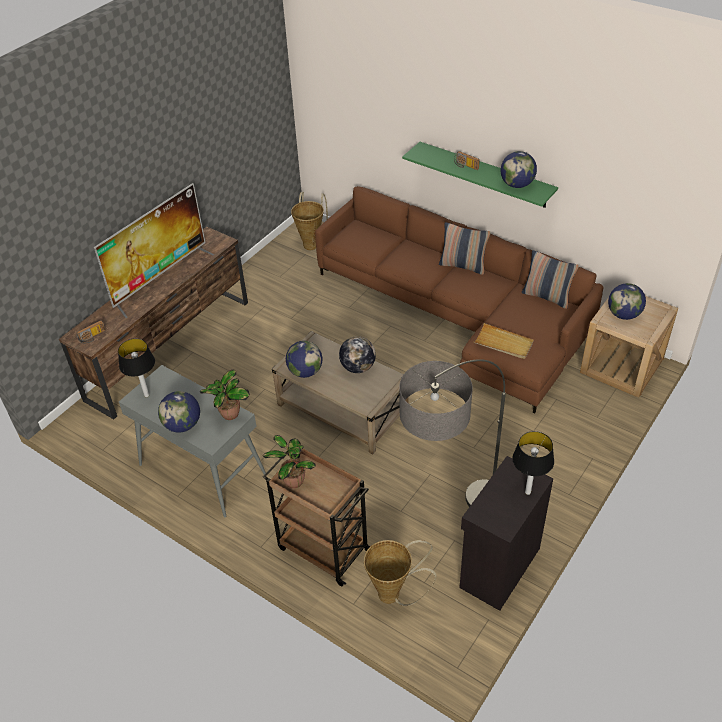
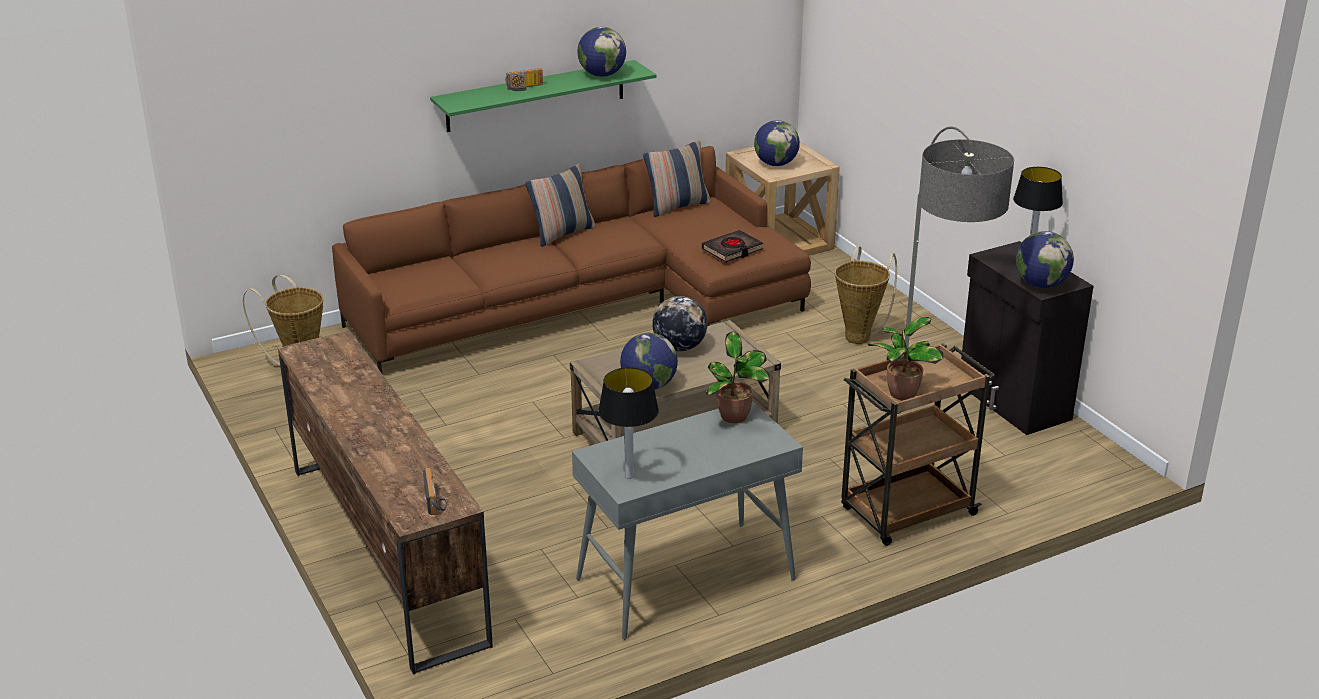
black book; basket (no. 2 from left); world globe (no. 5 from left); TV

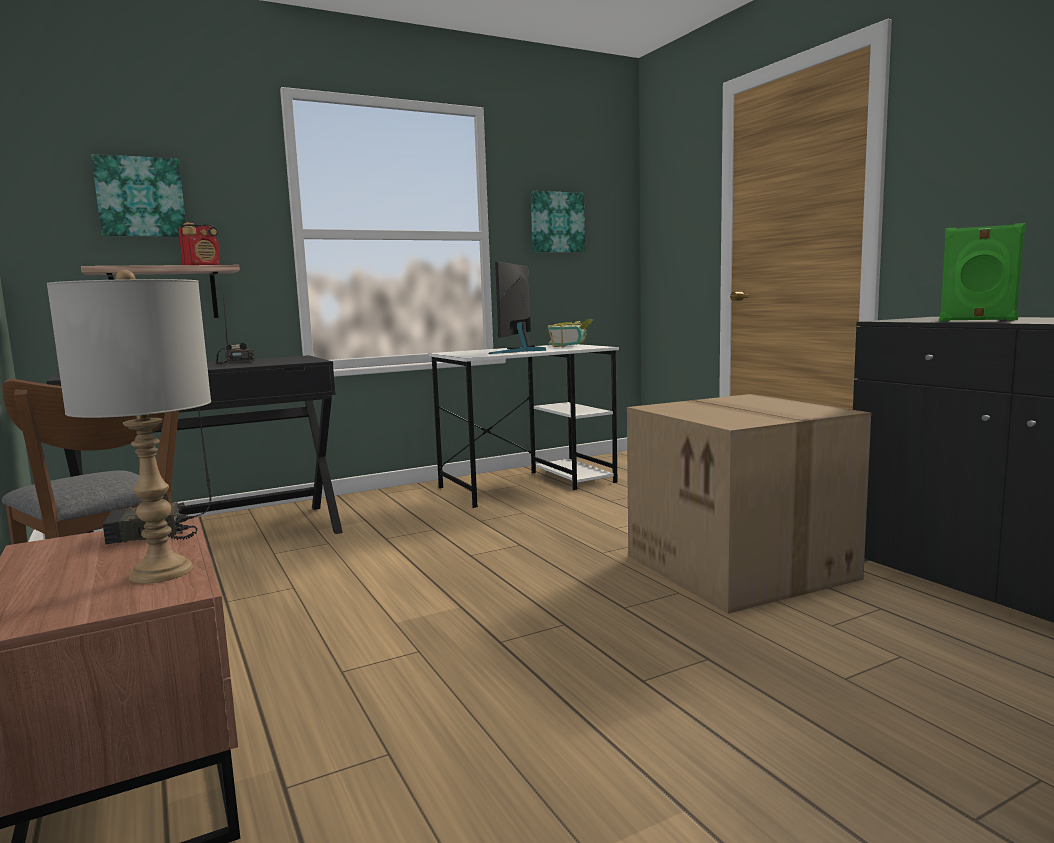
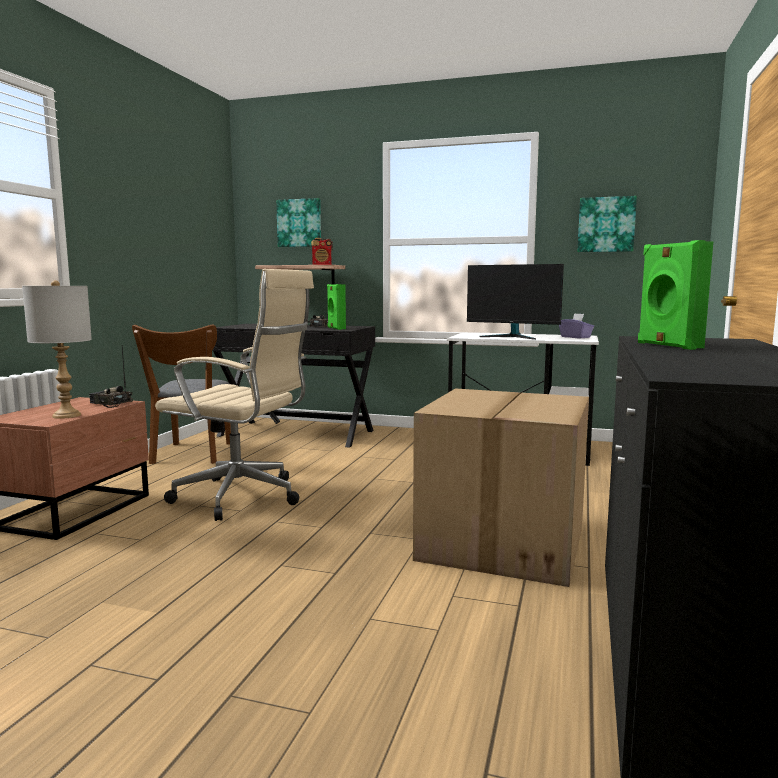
sand-coloured desk chair; green-coloured audio speaker (no. 1 from left); monitor; purple tissue box

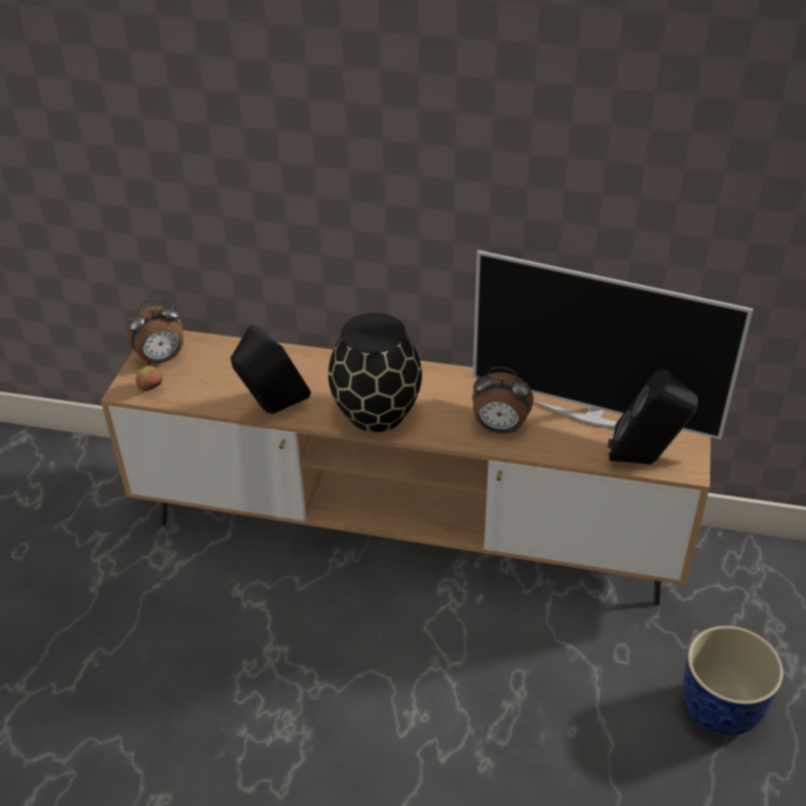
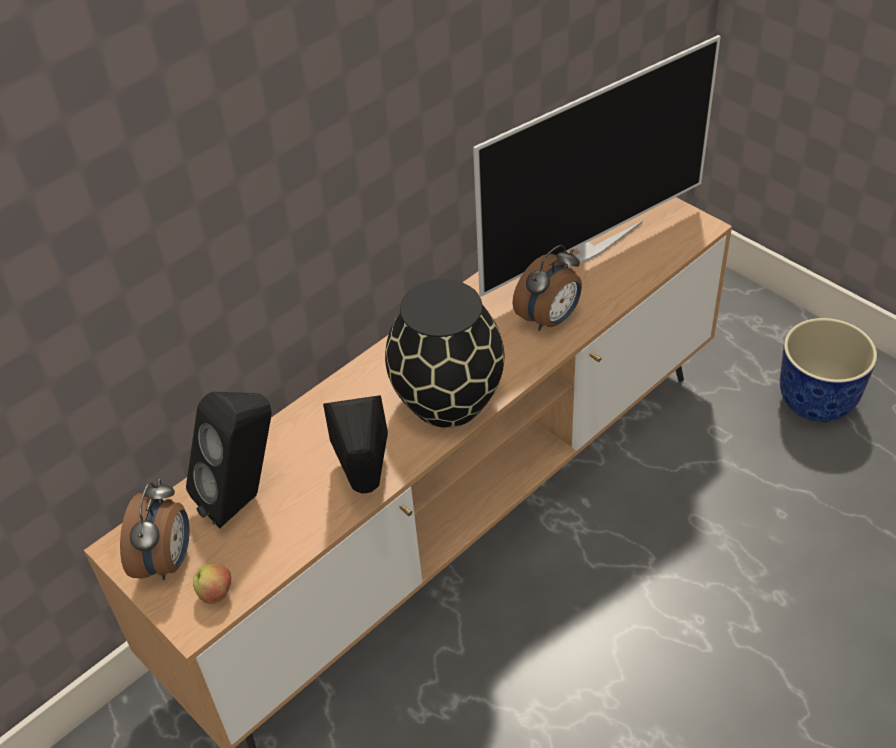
black audio speaker (no. 1 from left)

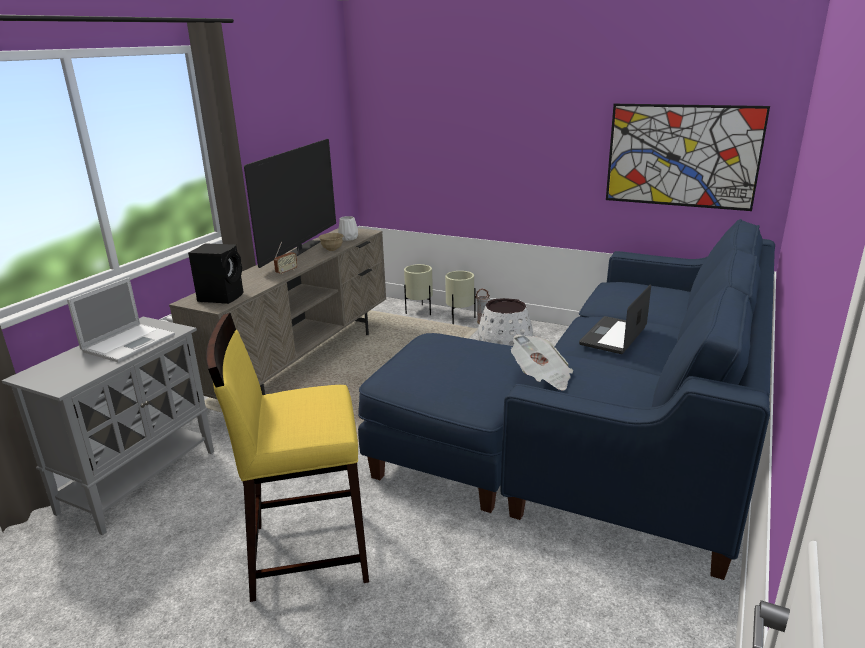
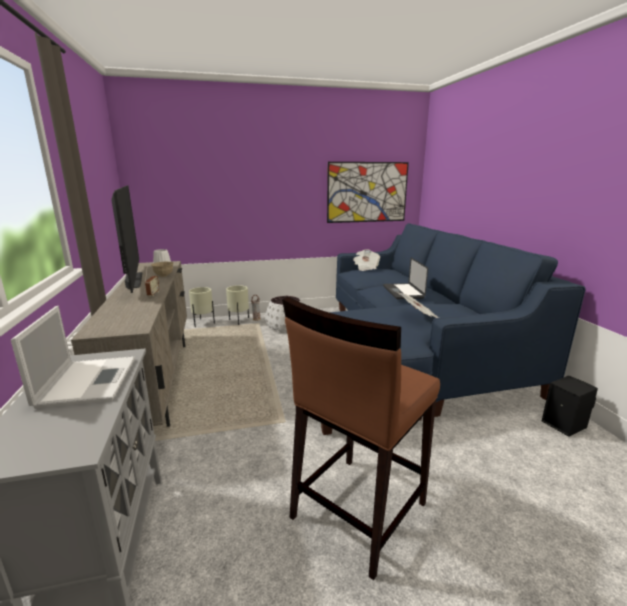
brownish stool; daily paper (no. 1 from left); black audio speaker

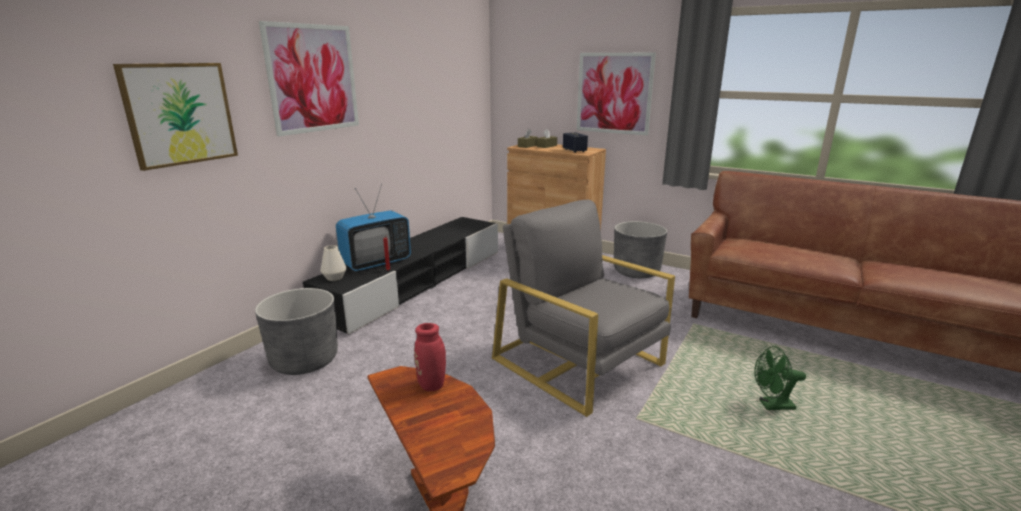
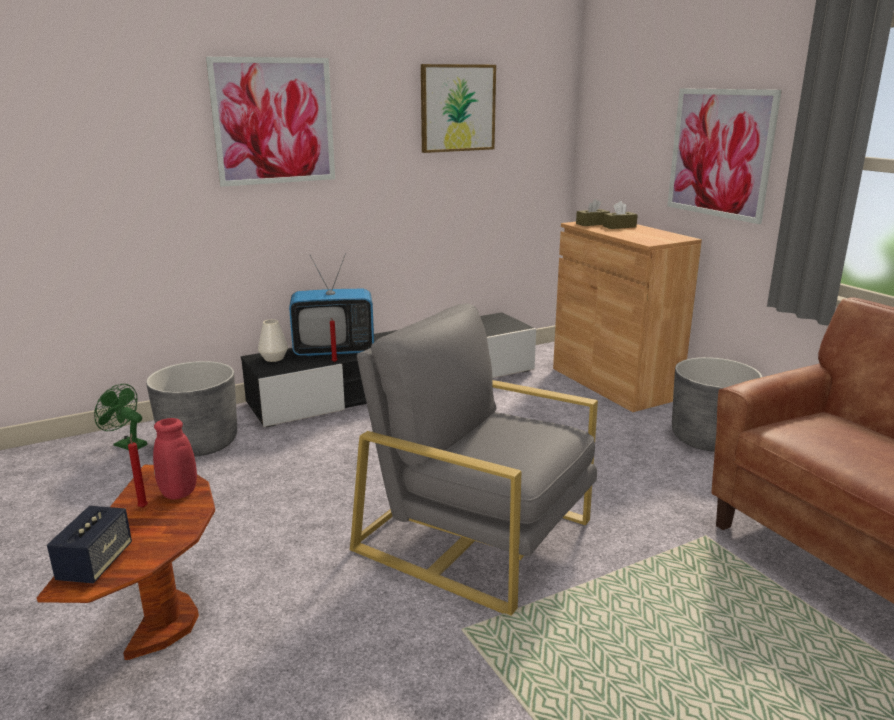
audio speaker; green-coloured cooling fan; red-coloured wax candle (no. 1 from left); gray lounge chair; picture (no. 2 from left)

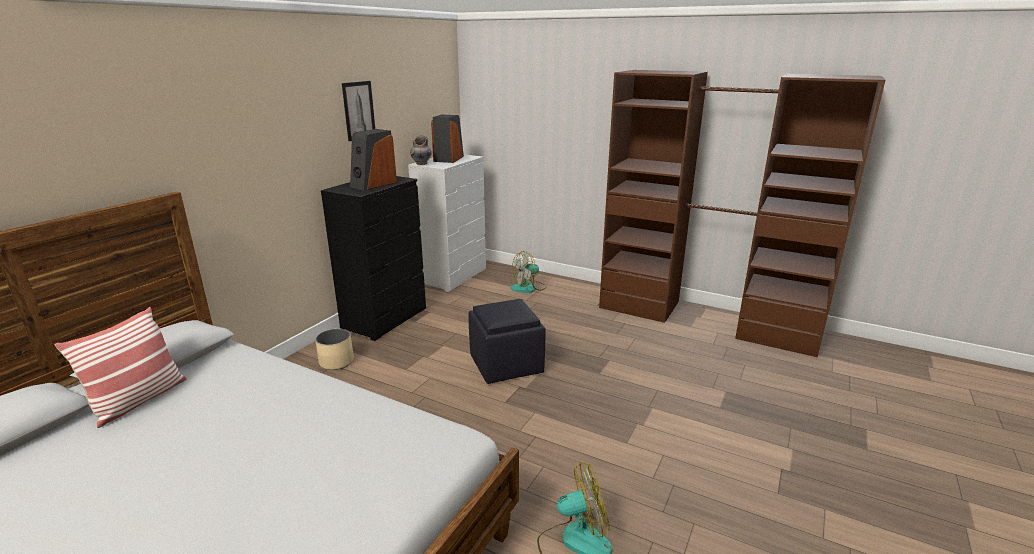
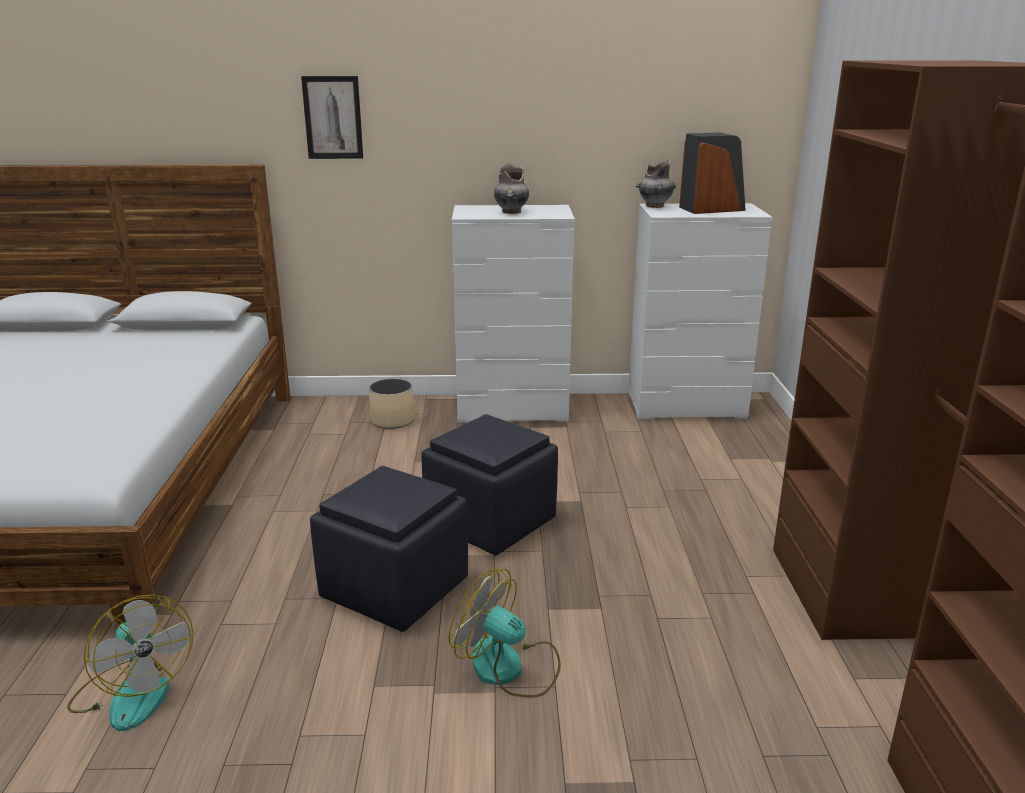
picture; black ottoman (no. 1 from left); cooling fan (no. 2 from left); whitish drawer chest (no. 1 from left); gray vase (no. 1 from left); pillow

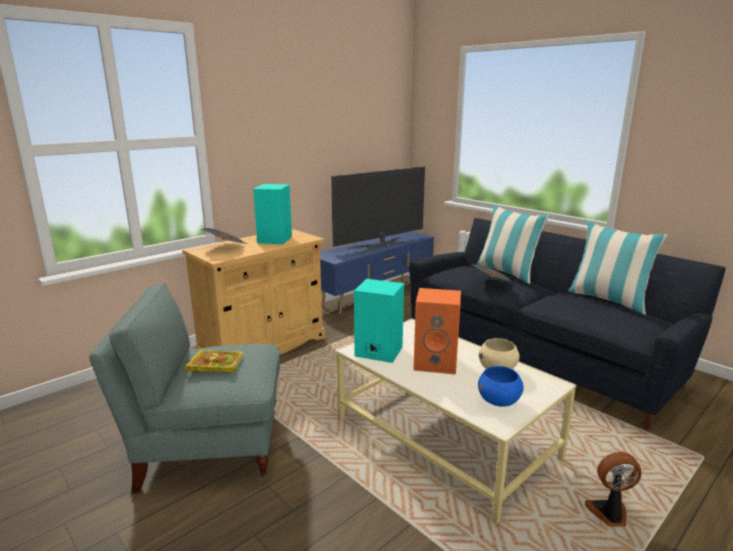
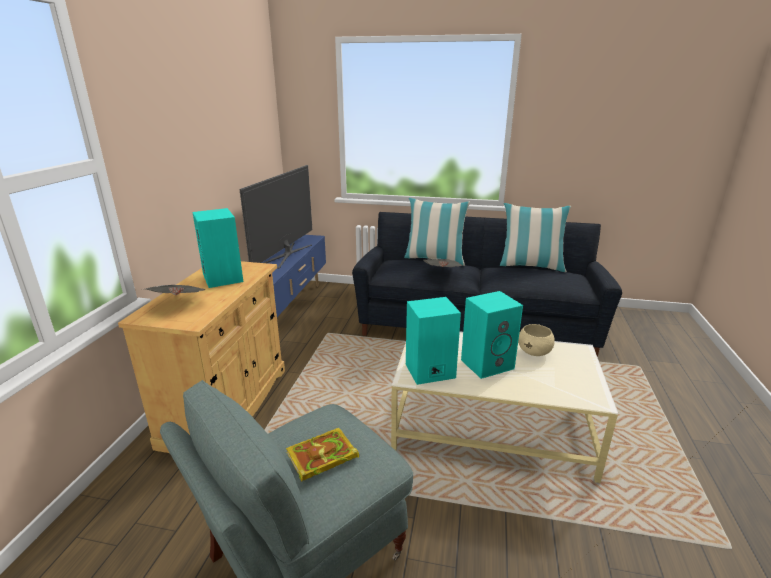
blue-green audio speaker (no. 3 from left); bluish deep dish; cooling fan

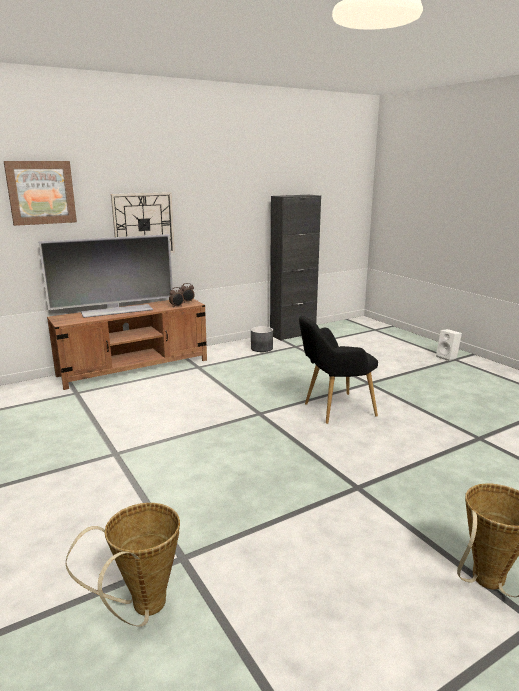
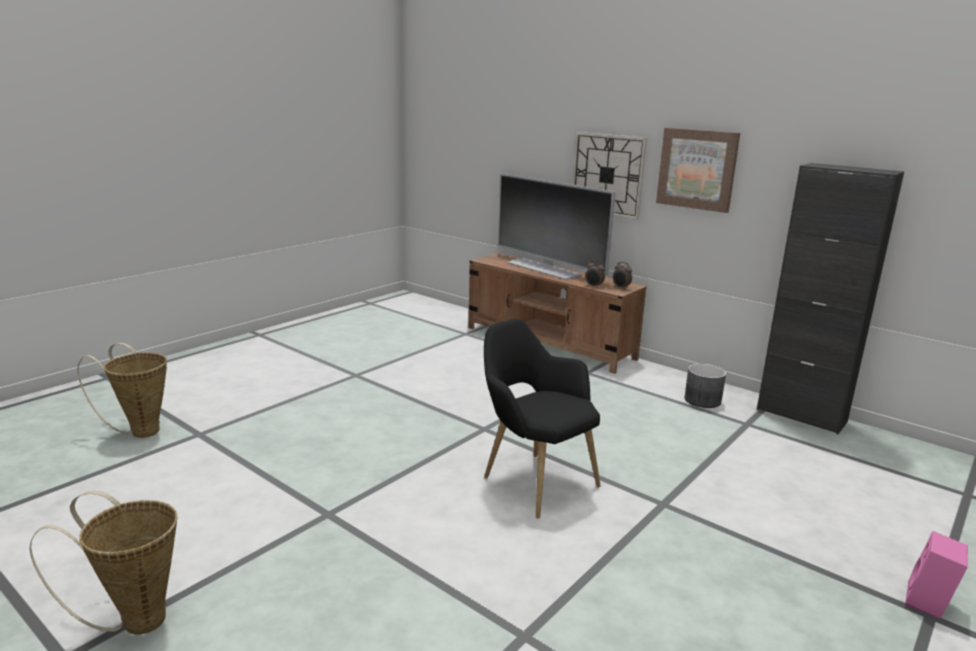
picture; pink audio speaker

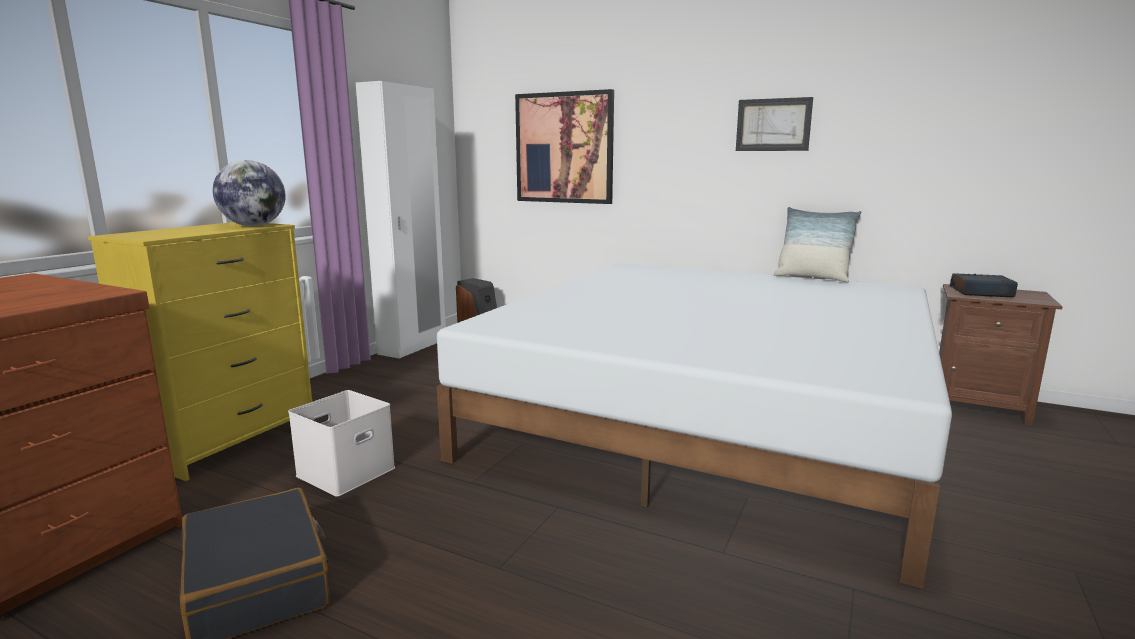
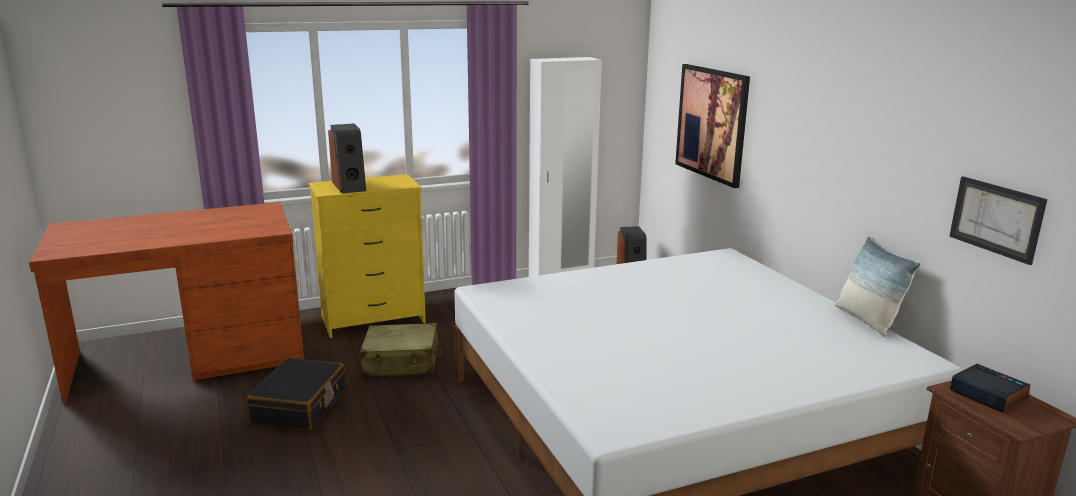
audio speaker (no. 1 from left); sand-coloured piece of luggage; picture (no. 2 from left); world globe

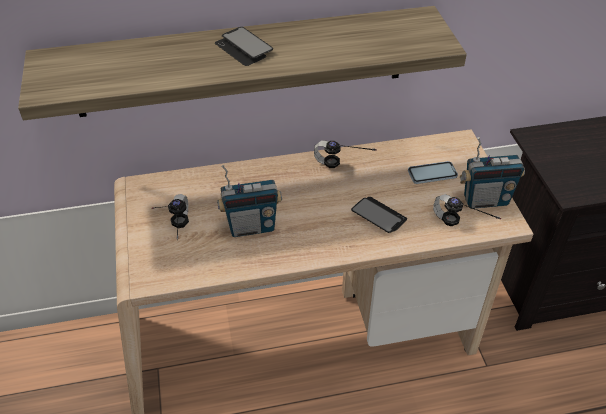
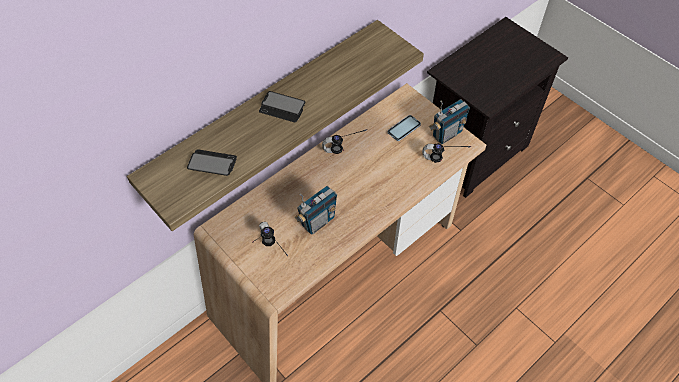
phone (no. 1 from left)

